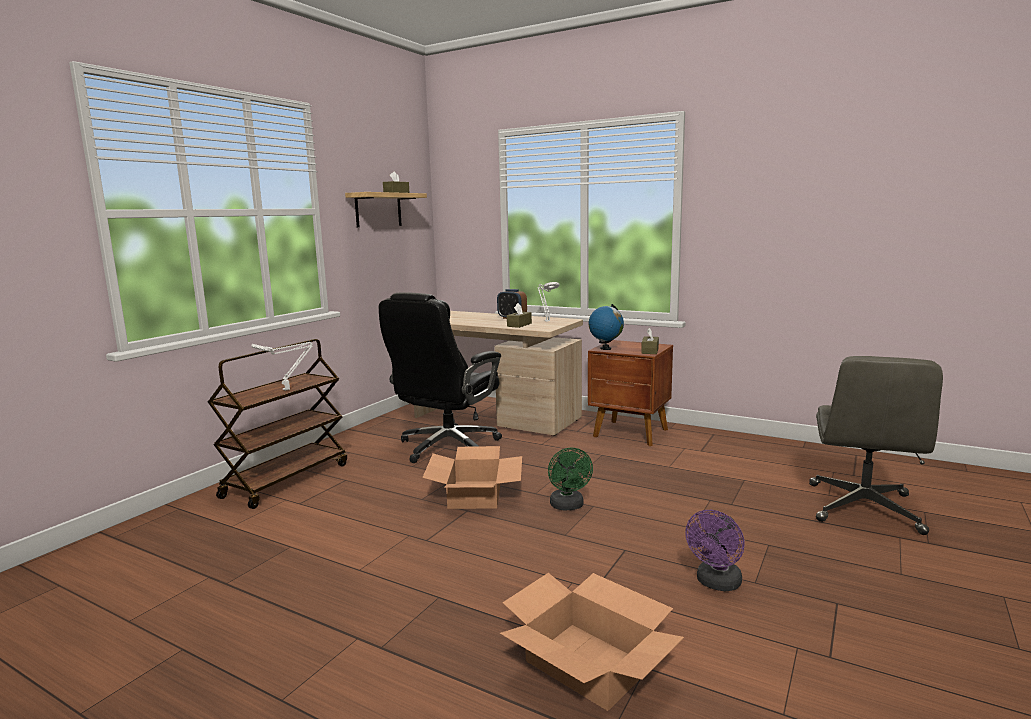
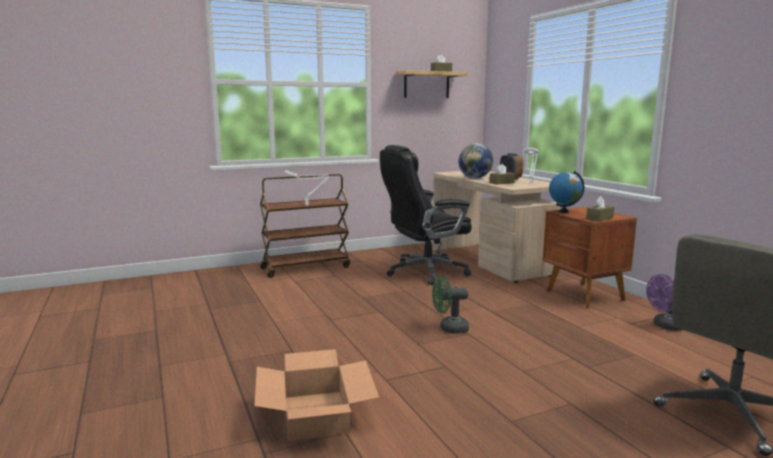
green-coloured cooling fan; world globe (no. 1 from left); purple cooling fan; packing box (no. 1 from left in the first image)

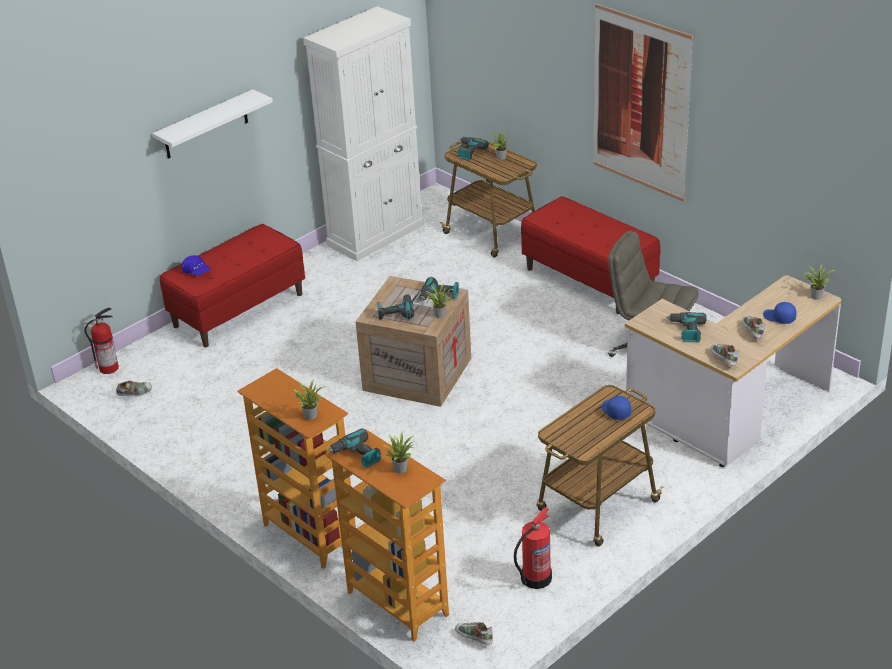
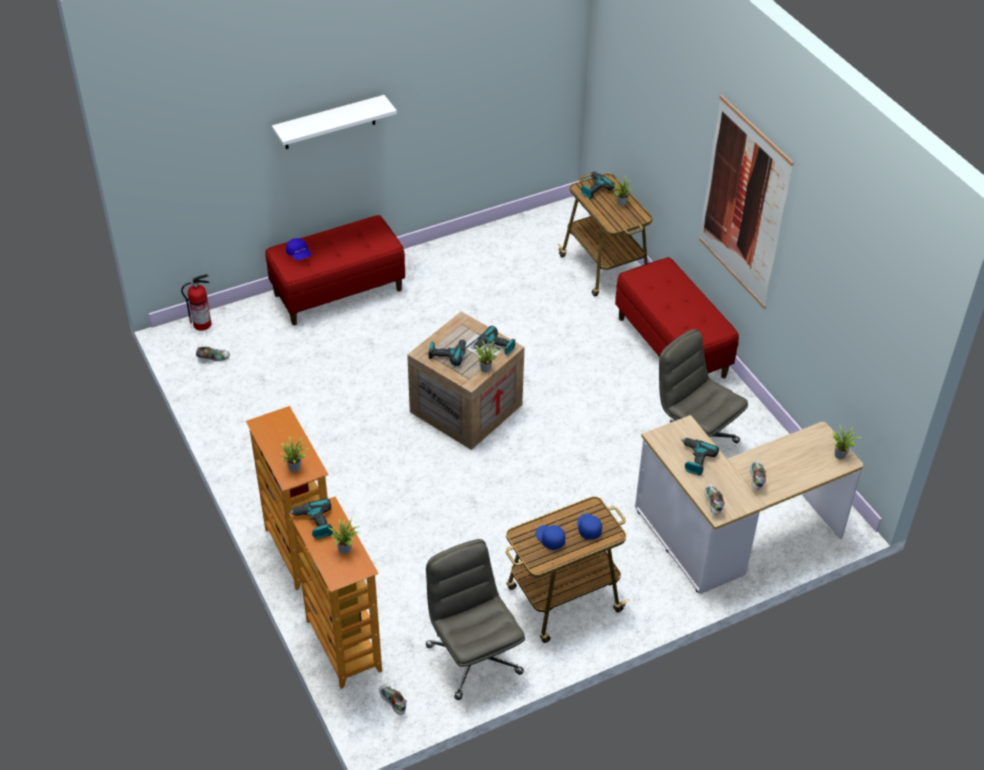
gray desk chair (no. 1 from left); bluish peaked cap (no. 2 from left); whitish cabinet

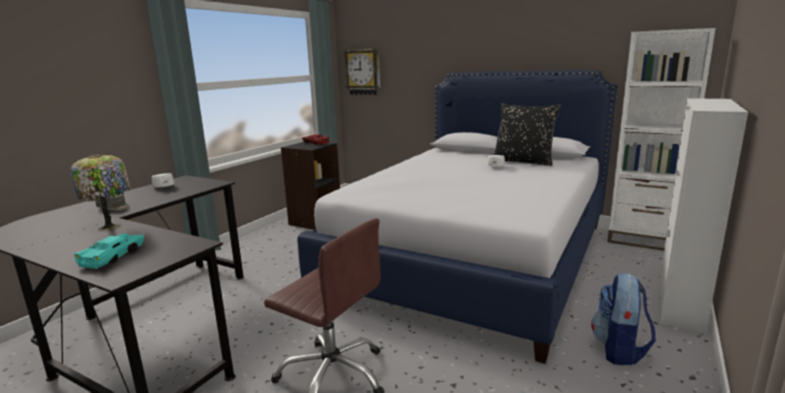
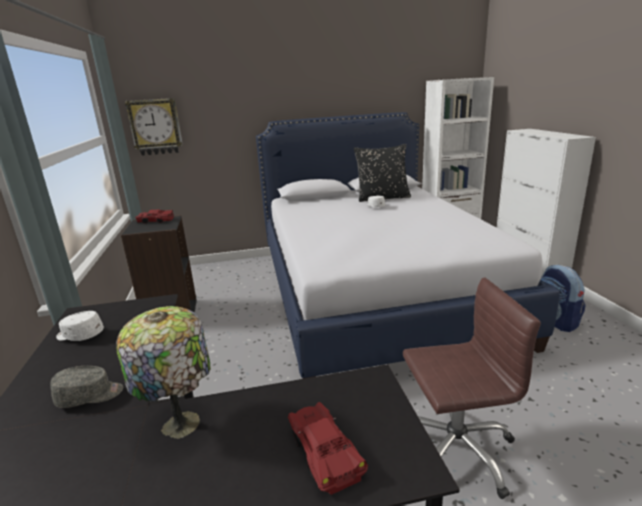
red-coloured model car (no. 2 from left)

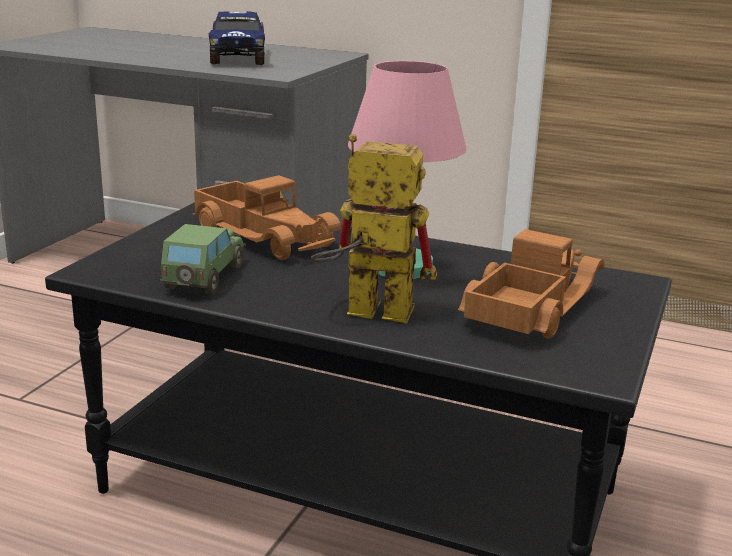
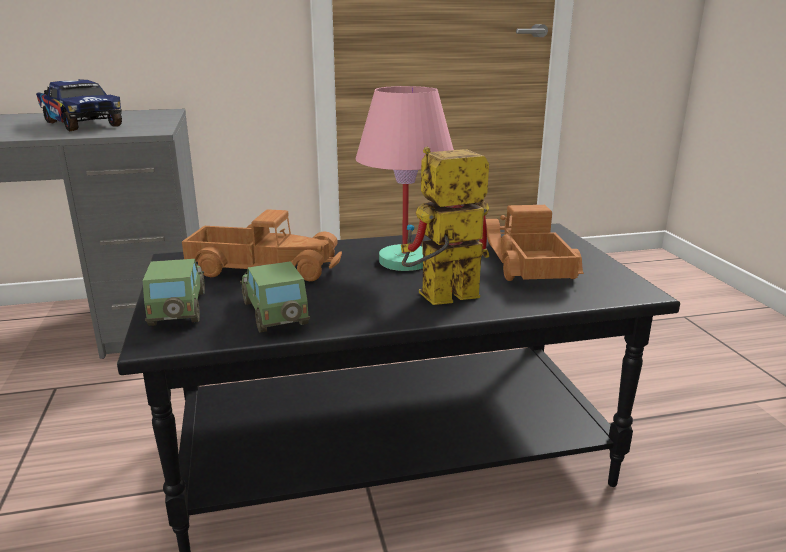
model car (no. 1 from left)

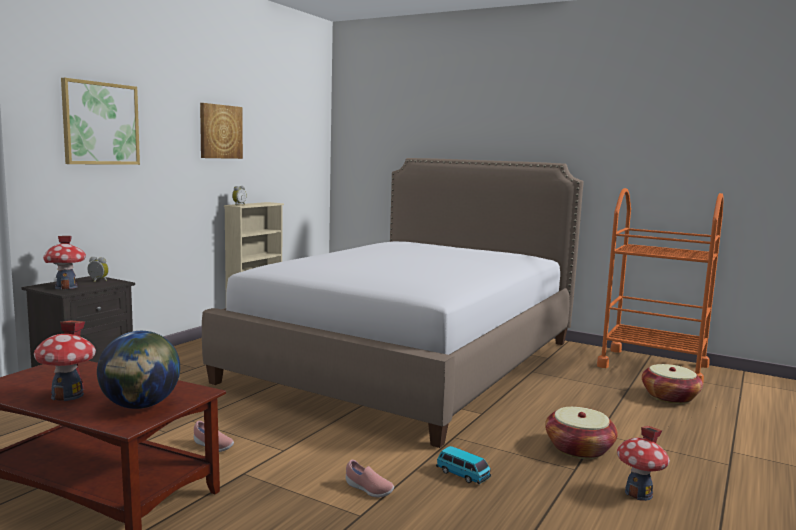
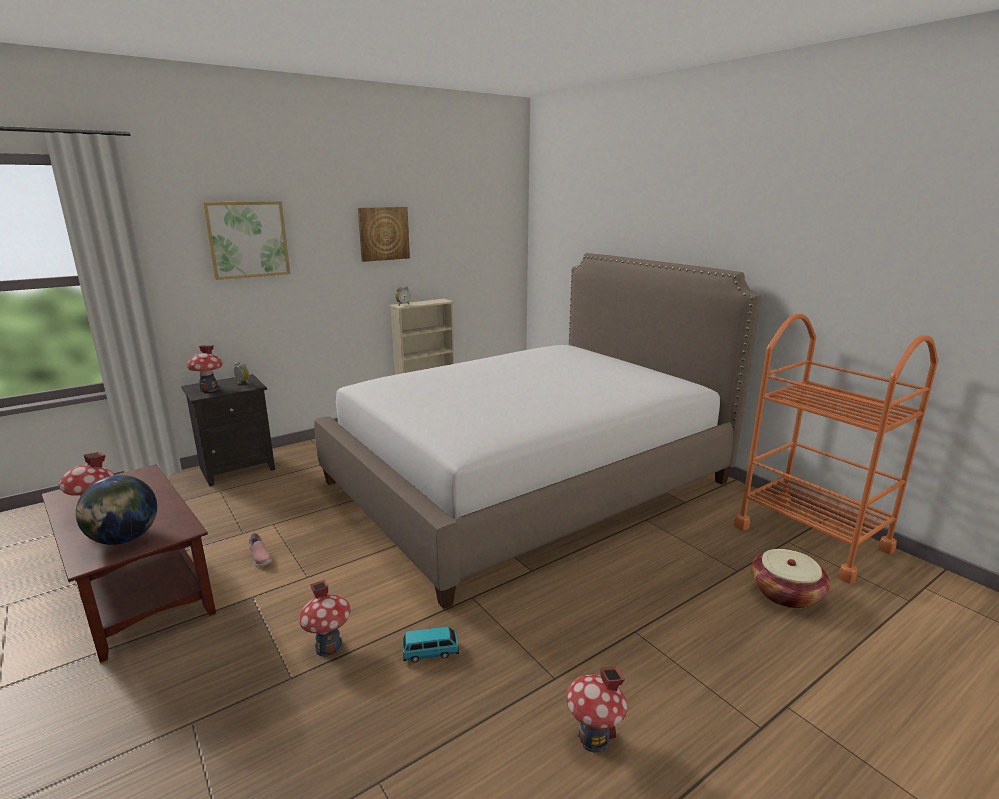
toy house (no. 3 from left); model car; basket (no. 1 from left in the first image)

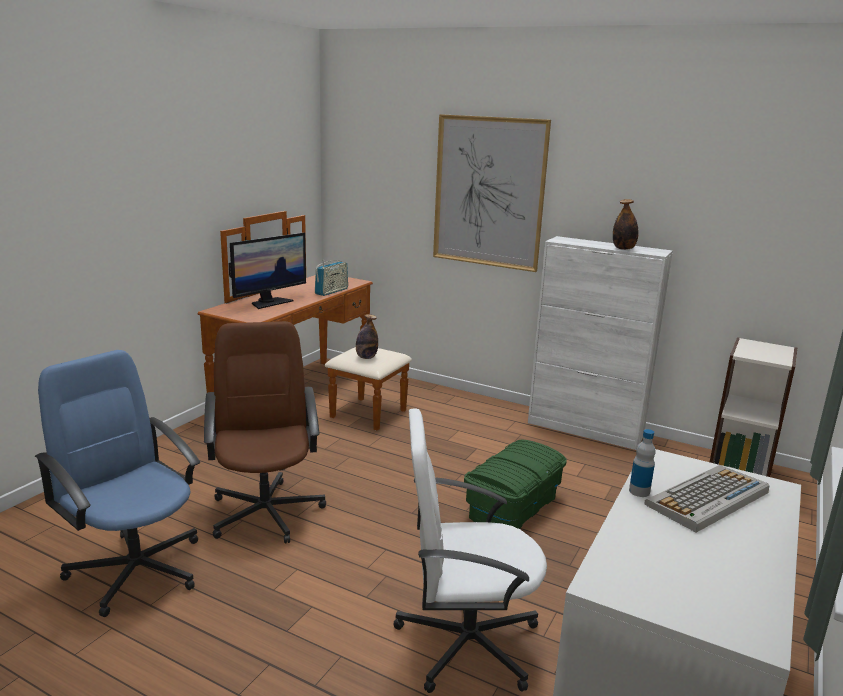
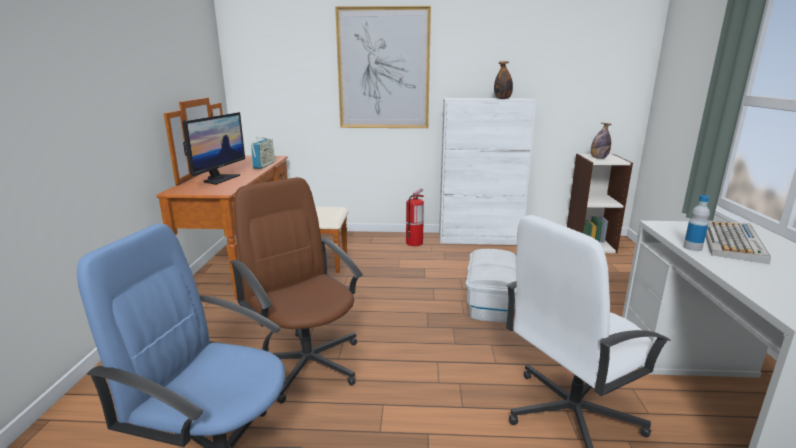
fire-fighting cylinder; whitish storage box; drink bottle (no. 2 from left)

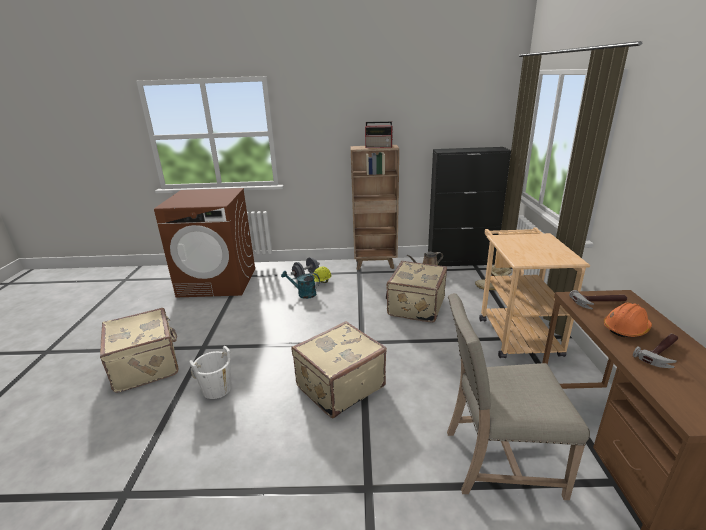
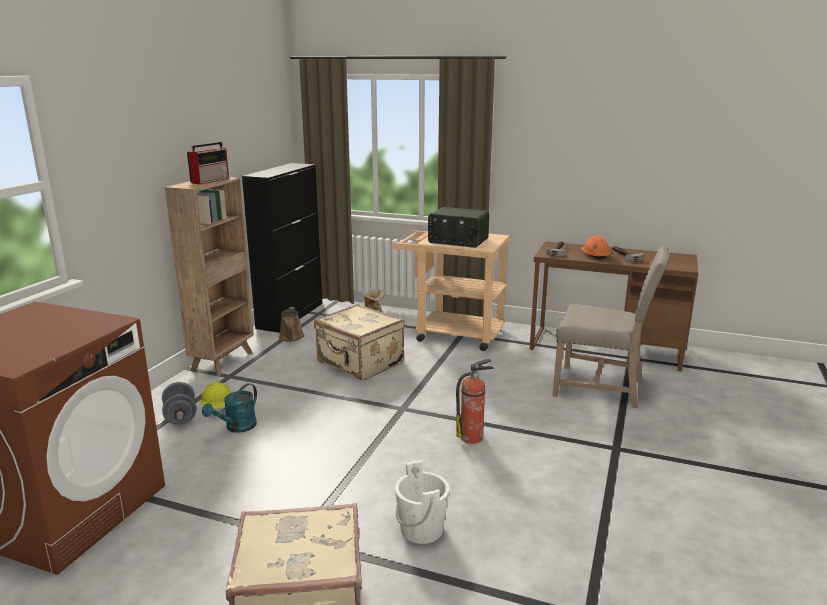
radio set (no. 2 from left); fire-fighting cylinder; sand-coloured plain chair

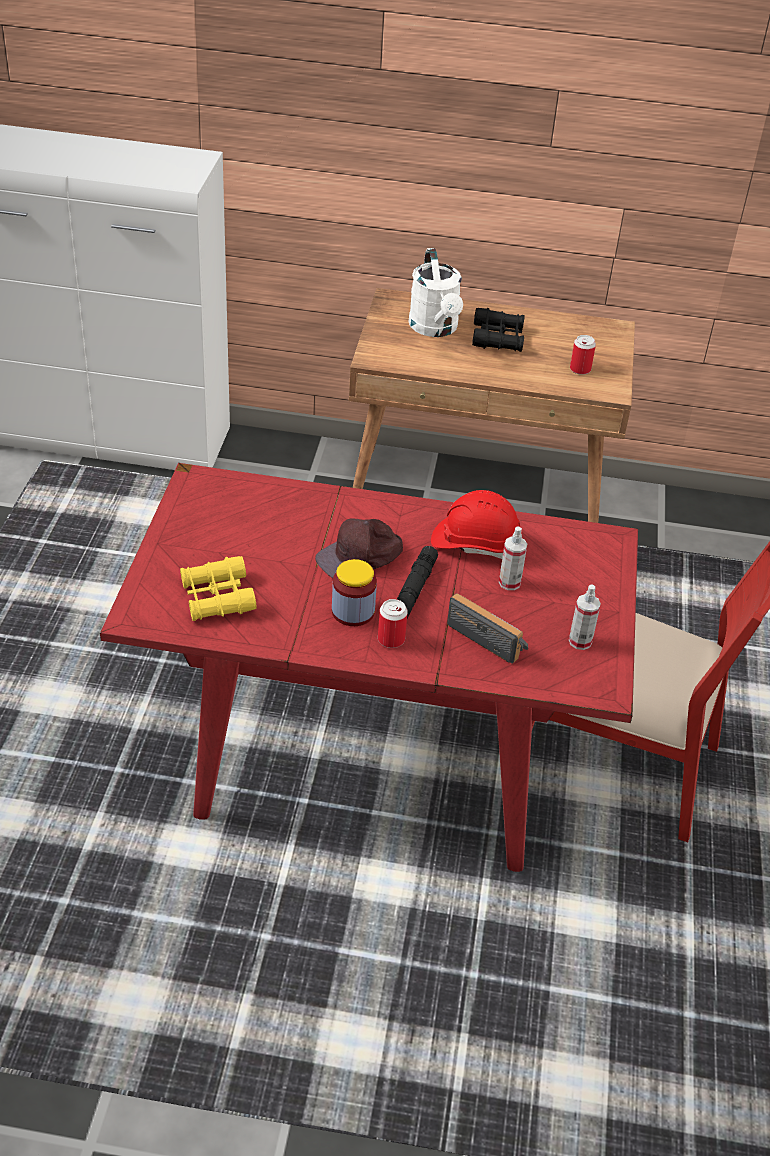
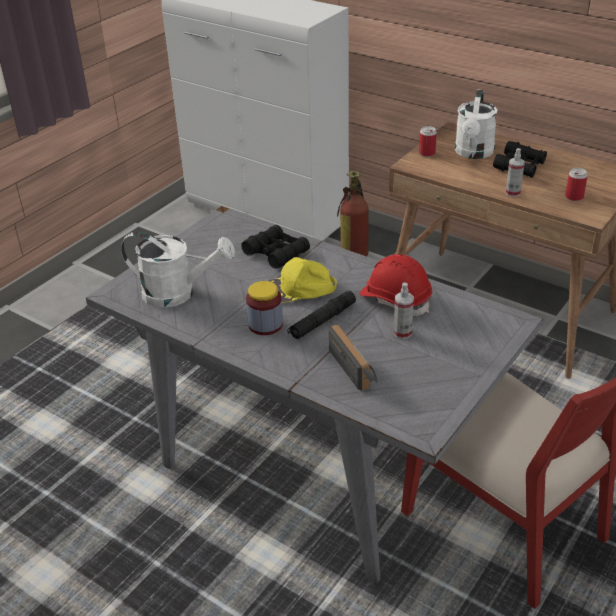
gray dining table; whitish watering pot (no. 1 from left); black binoculars (no. 1 from left); yellow-coloured peaked cap; fire-fighting cylinder; metal can (no. 1 from left); hand sprayer (no. 2 from left)

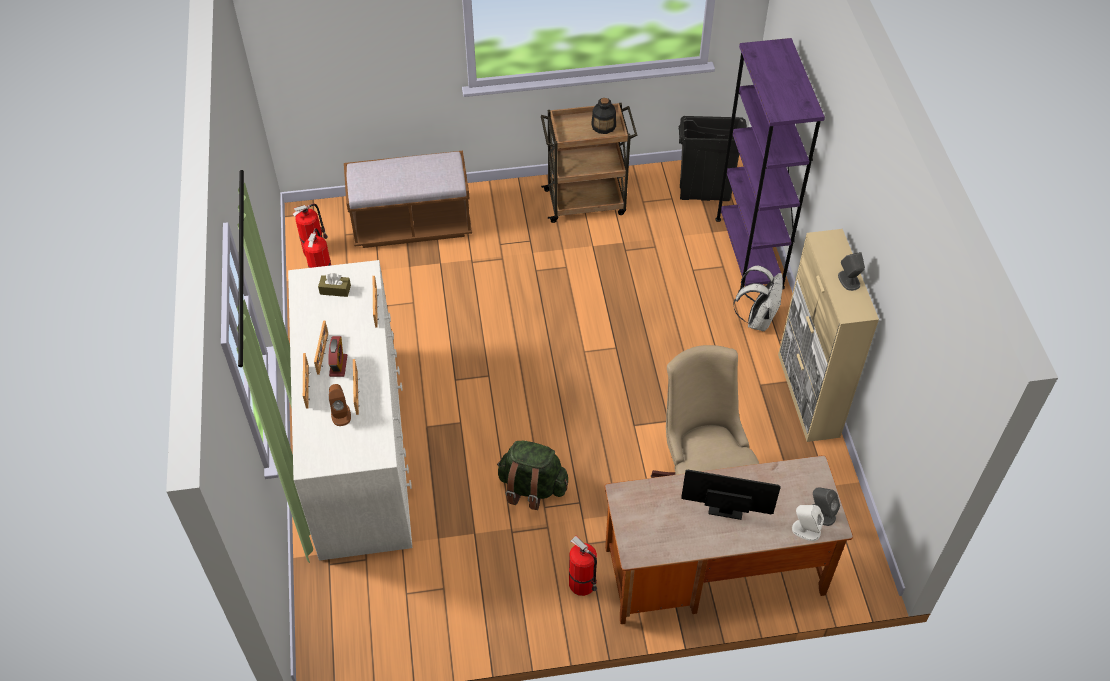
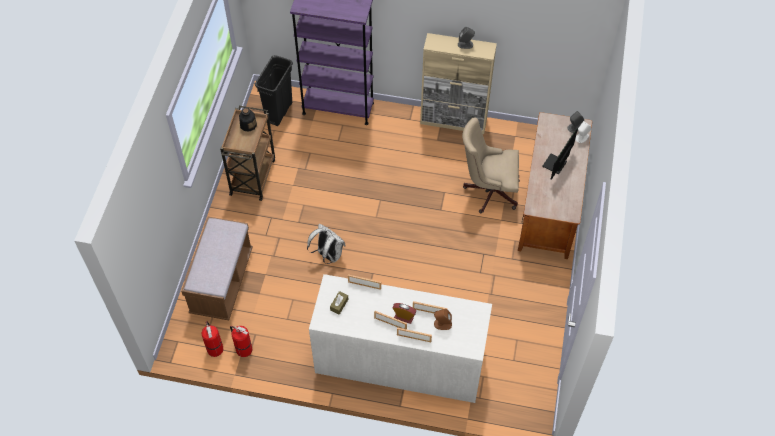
whitish knapsack; green-coloured knapsack; fire-fighting cylinder (no. 3 from left in the first image)

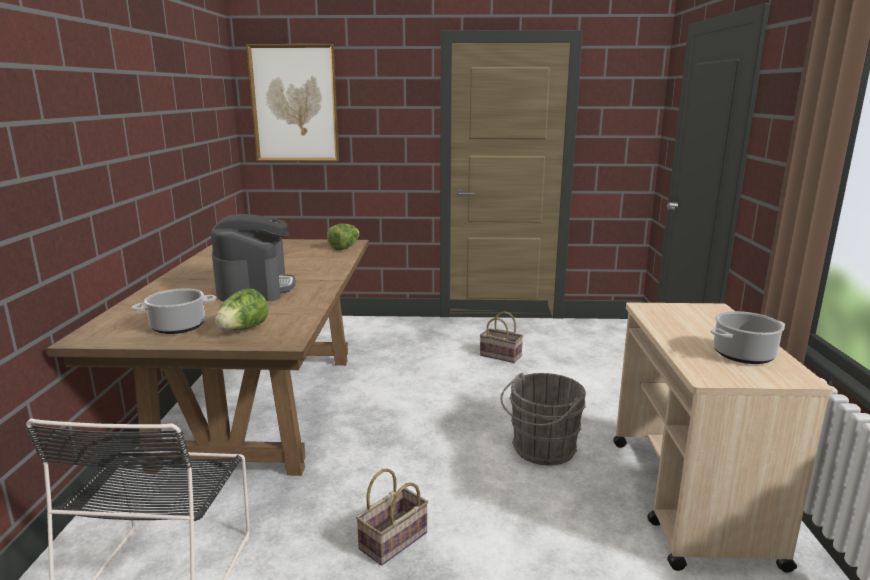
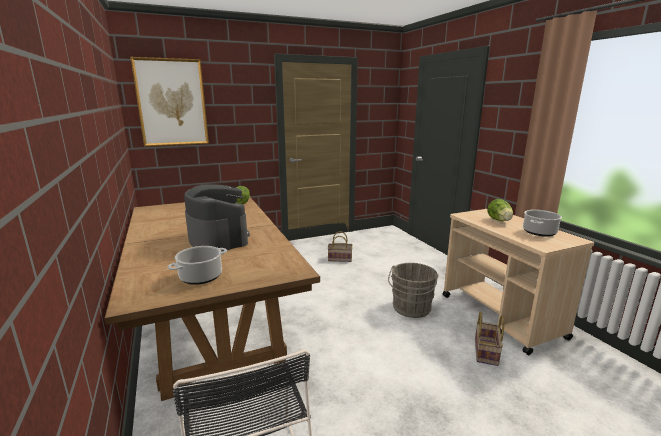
basket (no. 2 from left); head of lettuce (no. 2 from left)

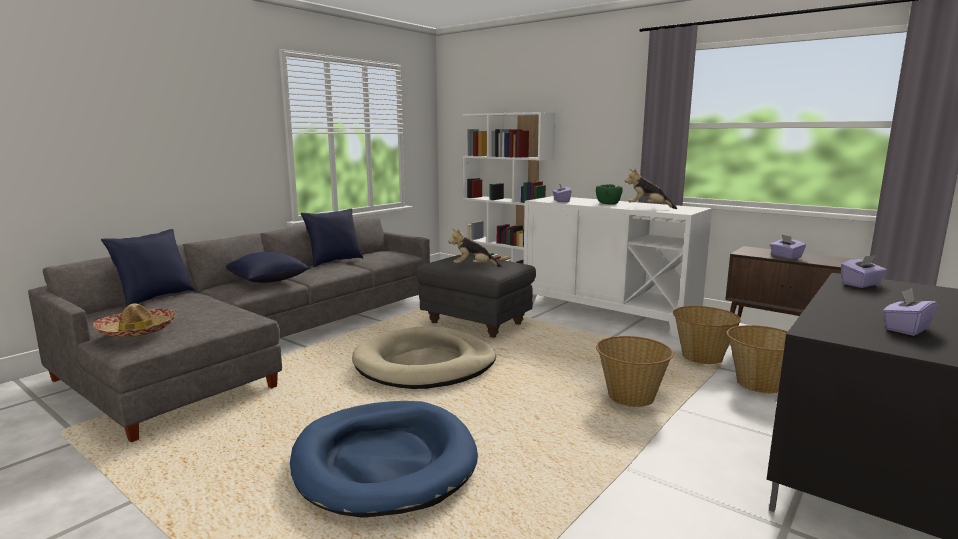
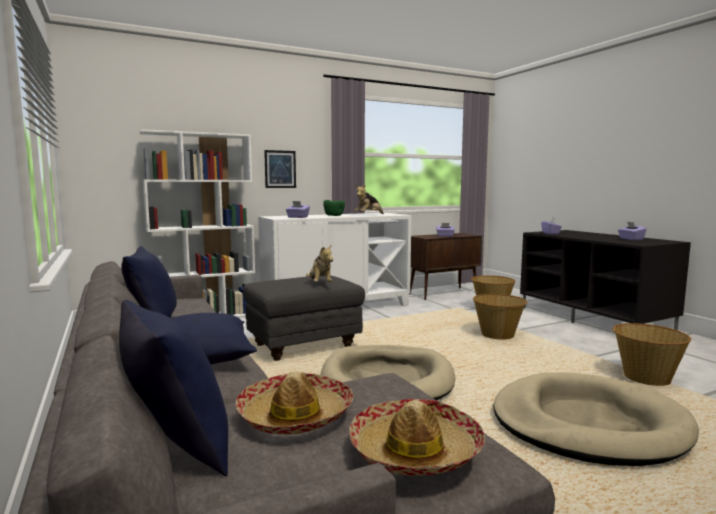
hat (no. 1 from left); picture; plush toy (no. 1 from left); sand-coloured pet bed (no. 2 from left); basket (no. 3 from left)

